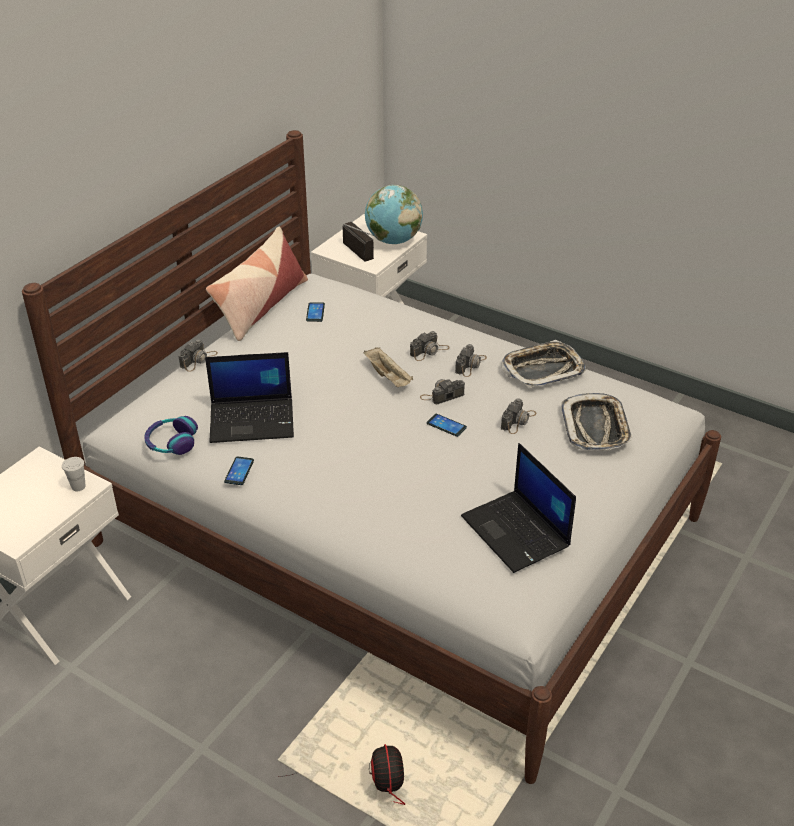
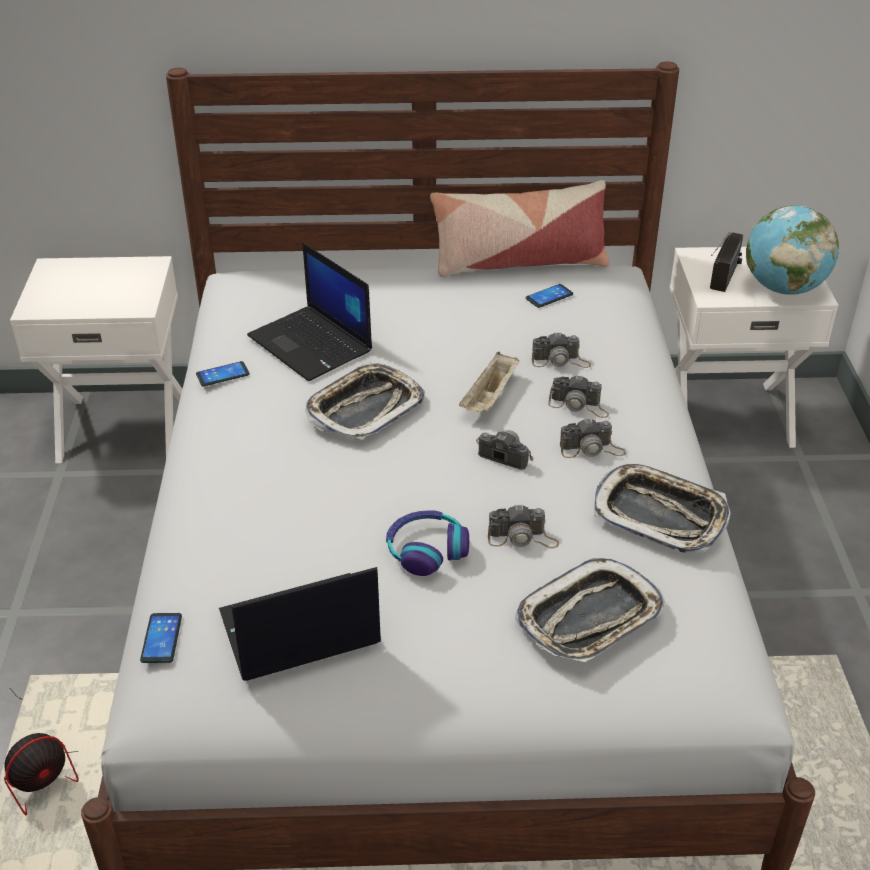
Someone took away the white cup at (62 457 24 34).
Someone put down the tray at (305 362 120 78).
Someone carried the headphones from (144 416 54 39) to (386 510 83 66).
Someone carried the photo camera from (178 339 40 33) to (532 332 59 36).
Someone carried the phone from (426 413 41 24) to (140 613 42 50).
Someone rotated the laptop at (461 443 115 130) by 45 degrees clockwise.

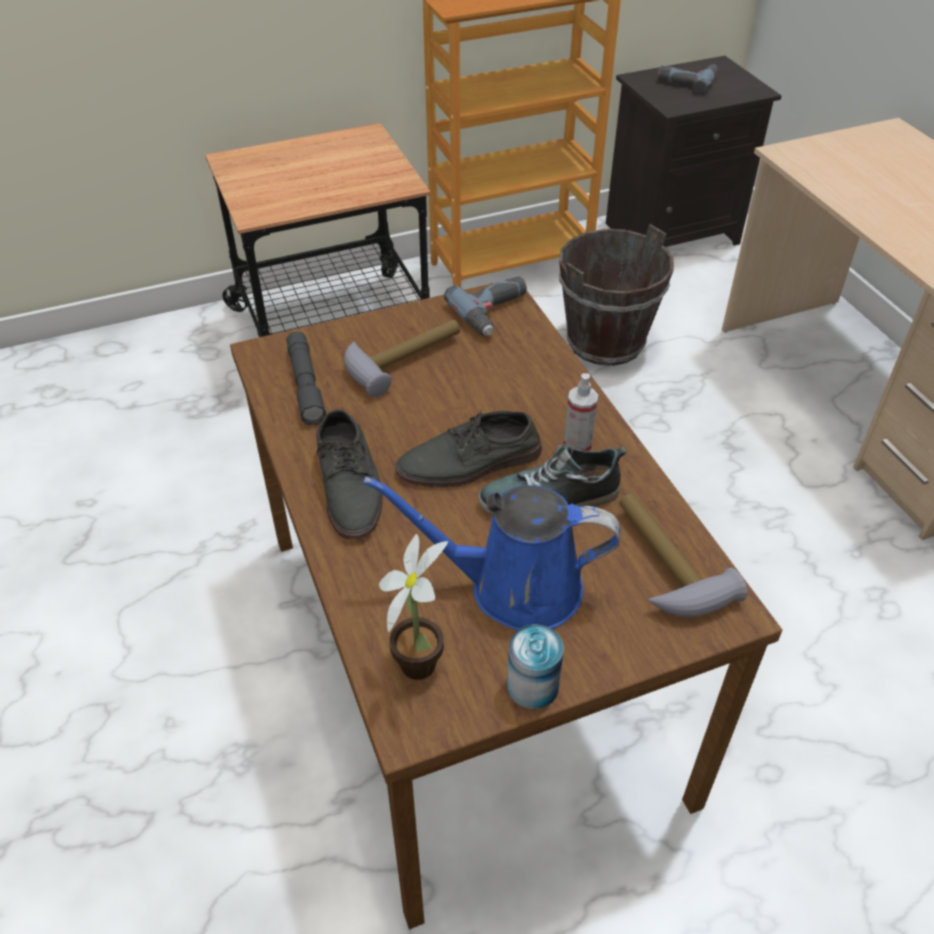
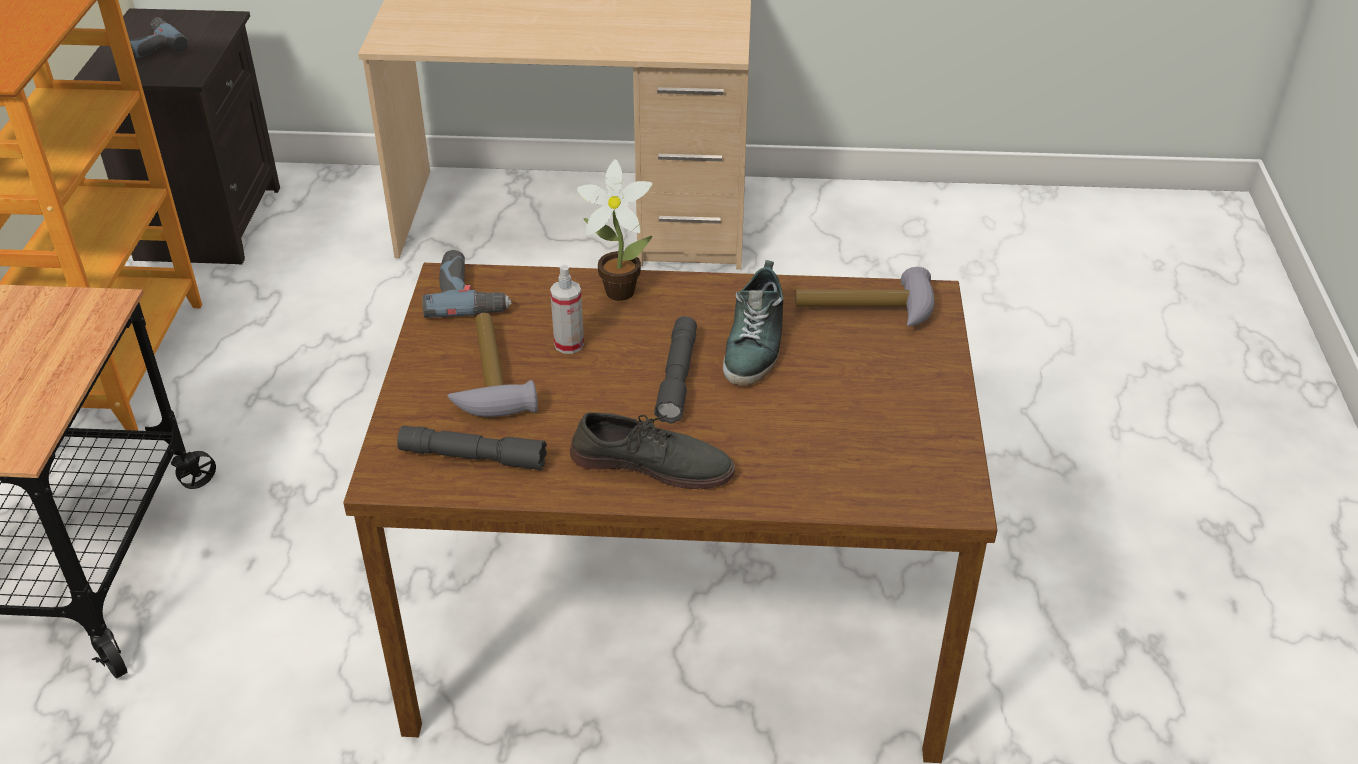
Someone took away the blue watering can at (363 476 257 154).
Someone took away the can at (507 624 57 85).
Someone took away the brown bucket at (559 224 115 142).
Someone carried the potted plant from (379 534 69 146) to (577 159 76 142).
Someone carried the spray bottle from (564 373 34 78) to (550 265 34 89).
Someone swapped the grey shoe at (395 409 147 78) for the grey flashlight at (654 316 43 108).

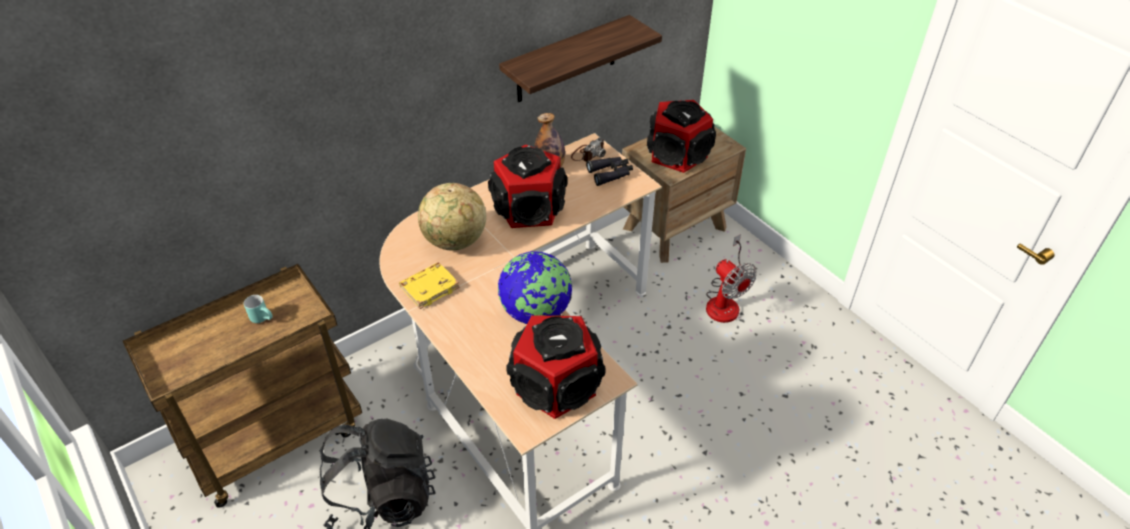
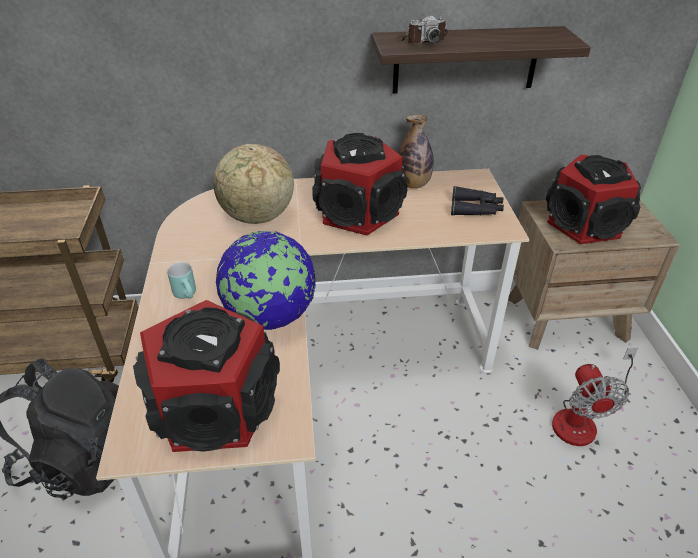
Someone took away the yellow book at (399 262 61 47).
Someone carried the turquoise mug from (244 295 29 28) to (167 262 29 37).
Someone carried the photo camera from (571 137 35 25) to (395 16 53 28).

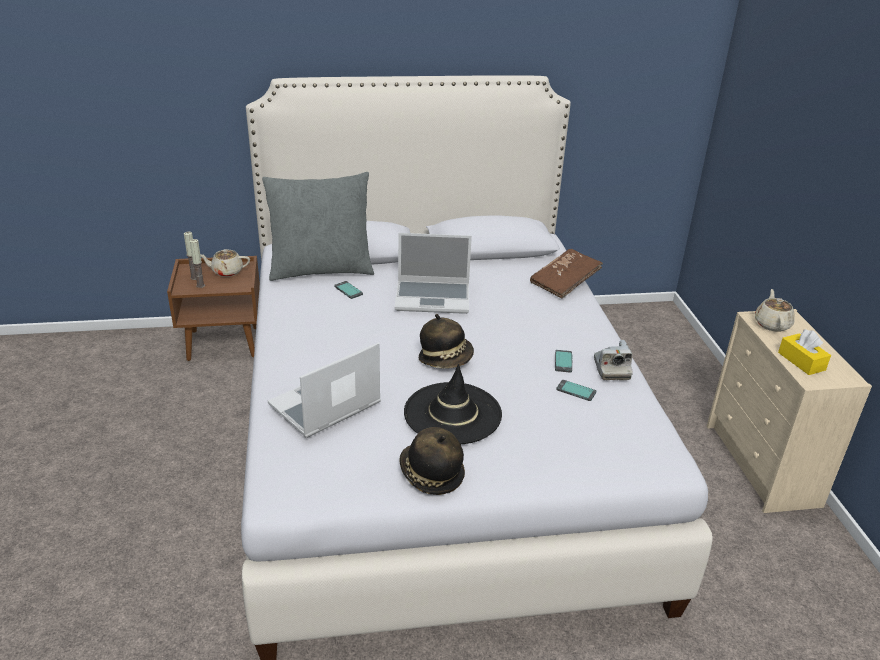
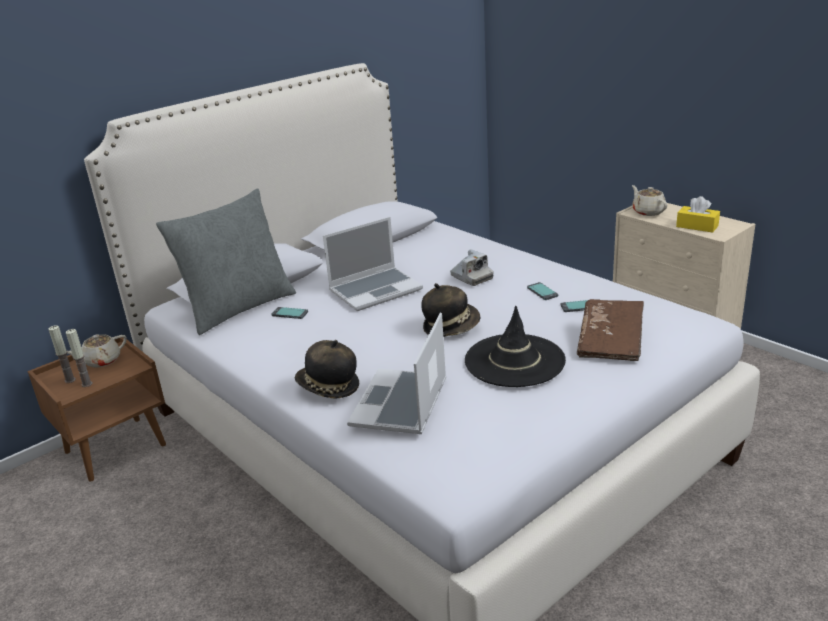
Someone carried the hat from (399 427 66 68) to (295 340 64 58).
Someone carried the brown book from (530 249 73 49) to (577 299 67 62).
Someone carried the photo camera from (594 340 39 40) to (450 249 44 37).

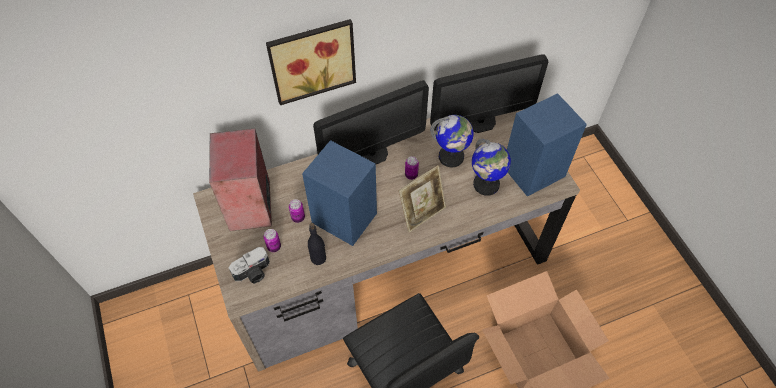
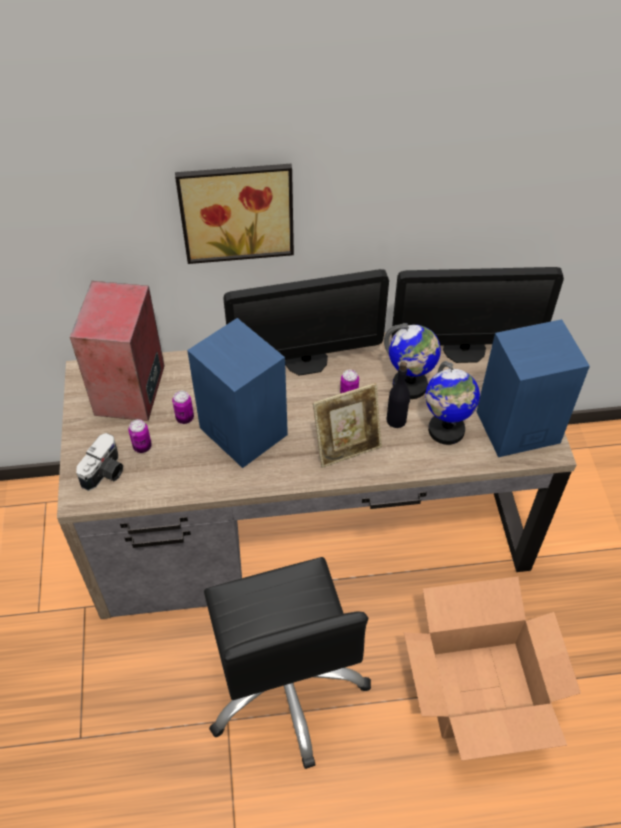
Someone carried the black bottle from (308 223 18 42) to (386 361 24 67).
Someone rotated the photo camera at (229 247 41 37) by 45 degrees counterclockwise.

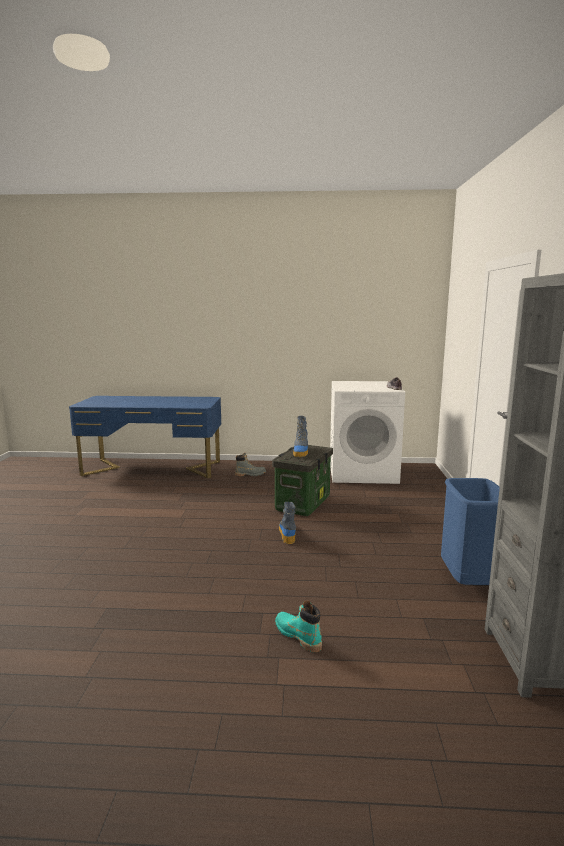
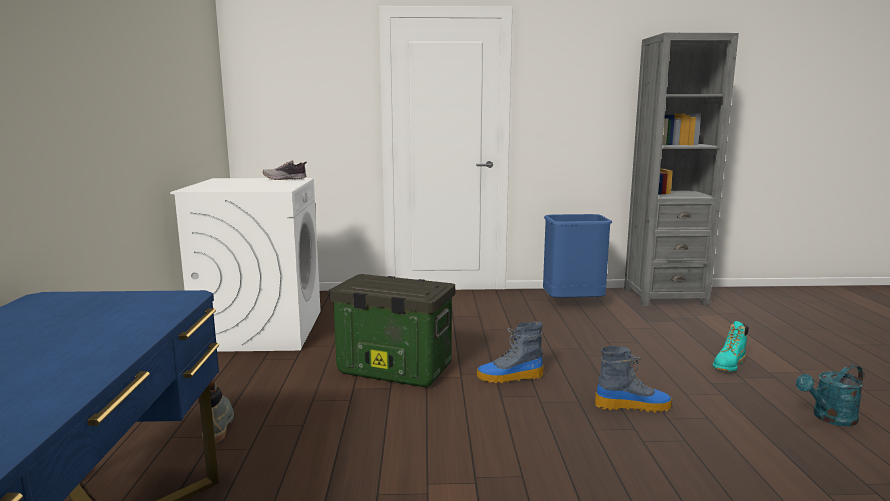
Someone put down the turquoise watering can at (796 364 67 62).
Someone carried the boot from (293 416 15 41) to (595 346 77 67).

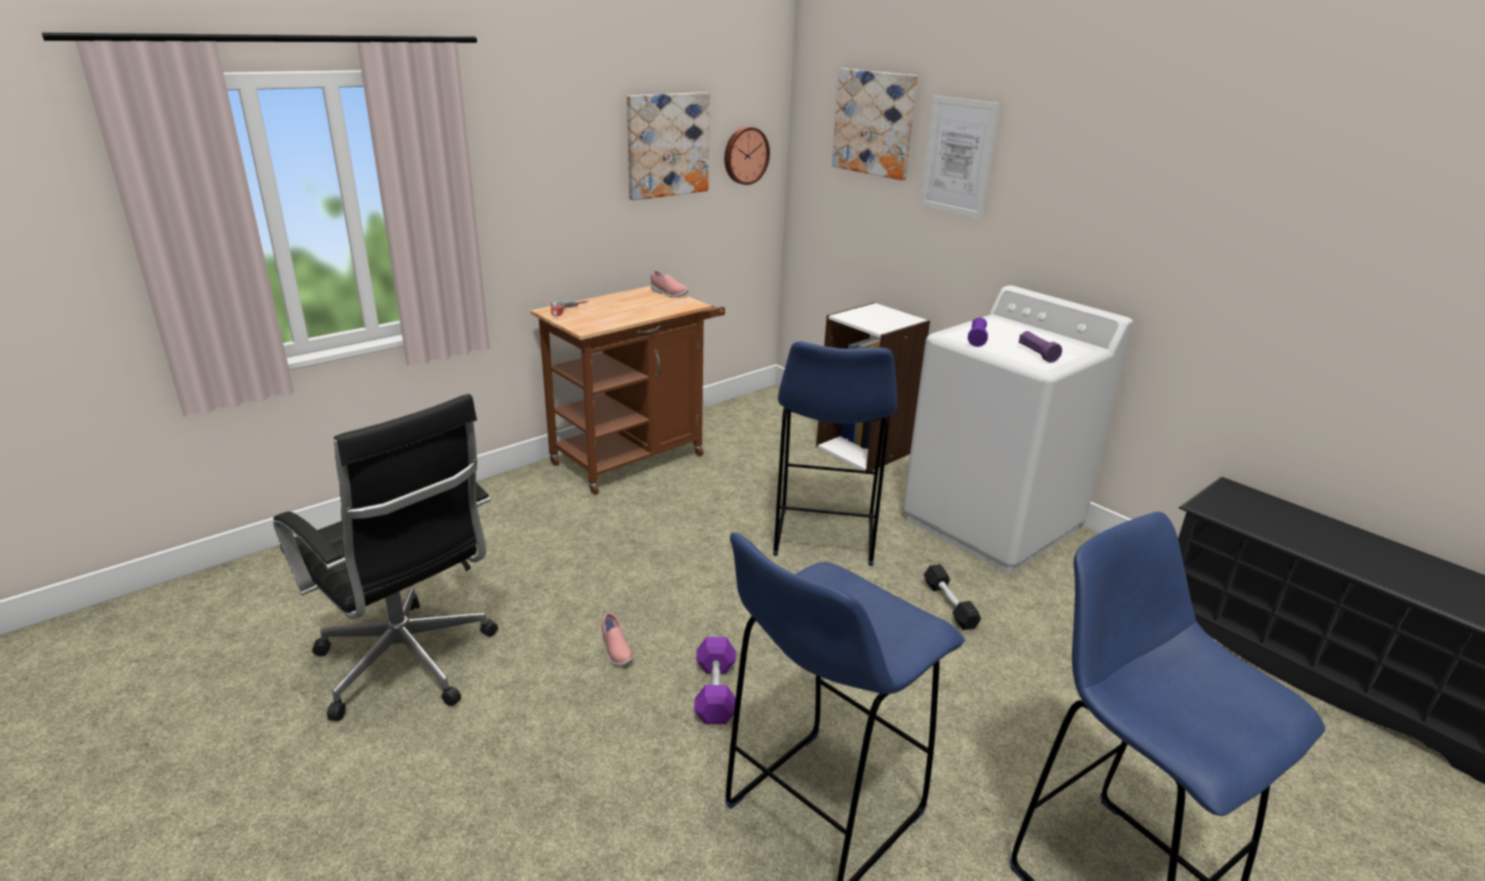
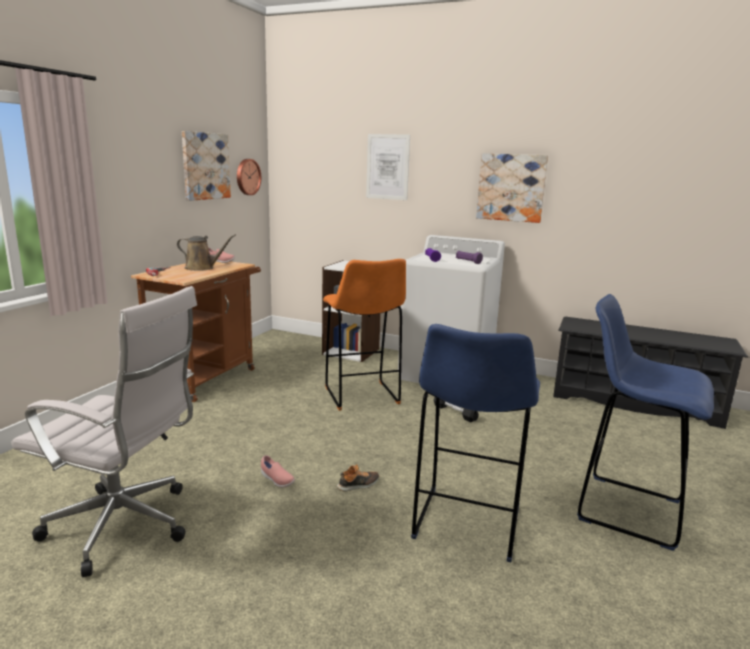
Someone put down the brown watering can at (177 234 59 37).
Someone carried the picture from (832 68 86 112) to (476 153 72 70).
Someone swapped the purple dumbbell at (694 637 42 87) for the shoe at (337 464 42 28).
Someone repainted the black office chair at (273 394 225 327), which became the white office chair at (11 286 186 291).
Someone repainted the blue stool at (773 341 124 225), which became the orange stool at (323 259 83 152).

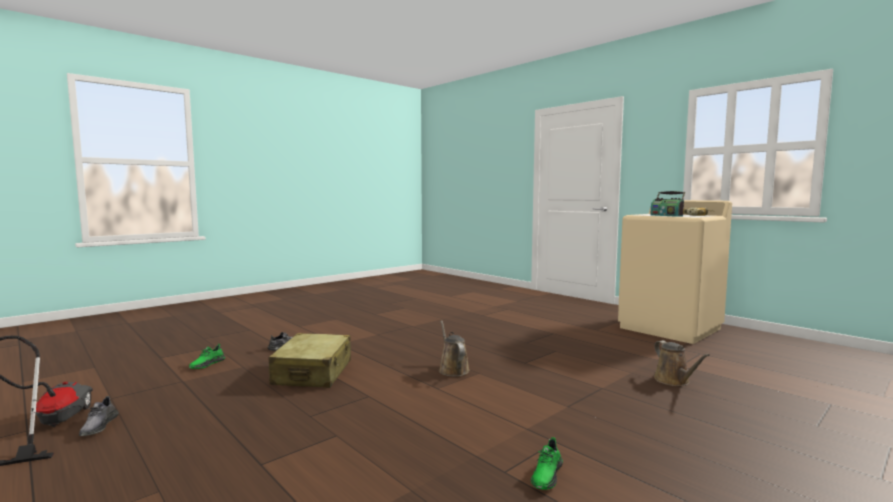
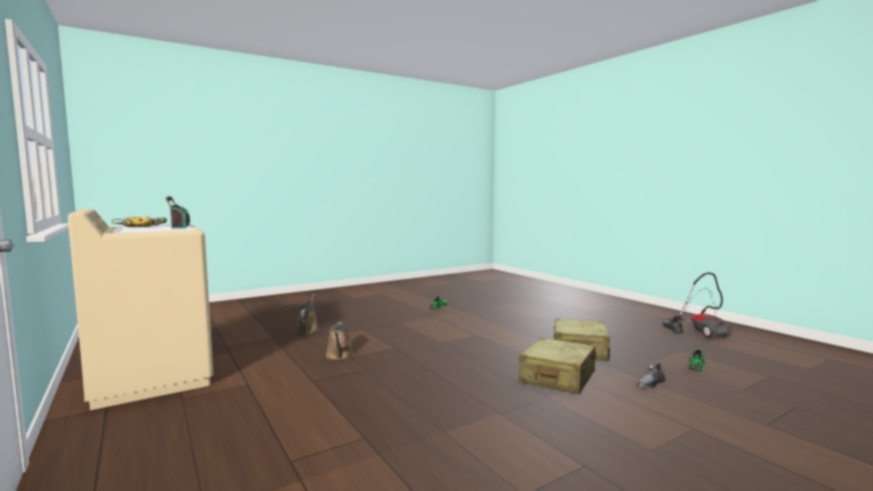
Someone put down the beige suitcase at (519 338 76 56).
Someone carried the brown watering can from (439 320 31 57) to (326 322 28 38).

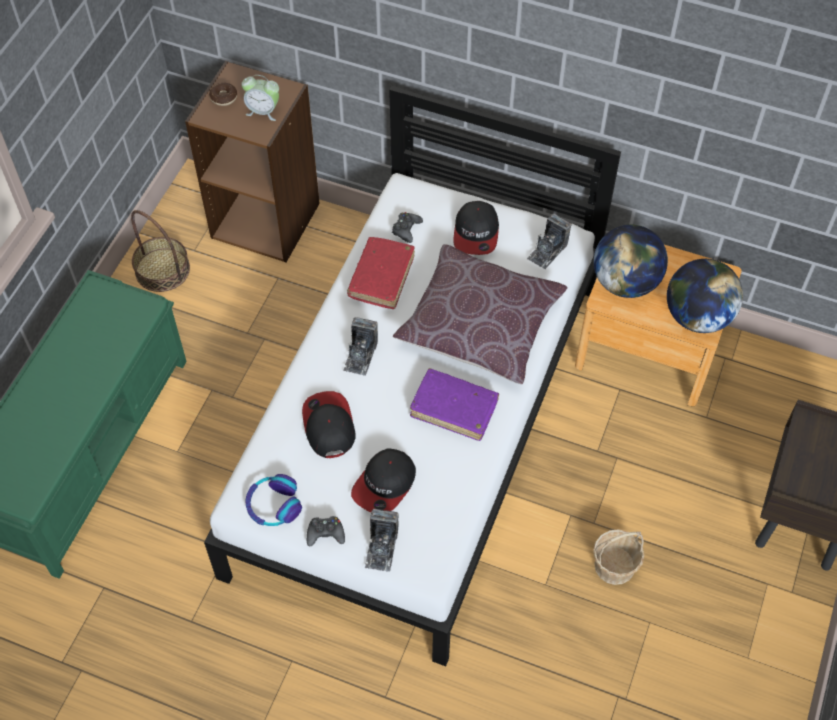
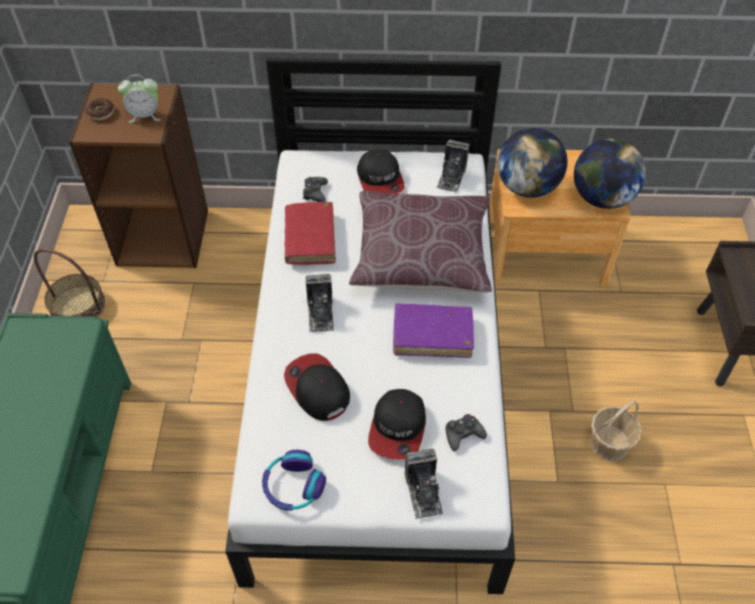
Someone carried the black game controller from (307 516 38 30) to (445 414 42 37).

